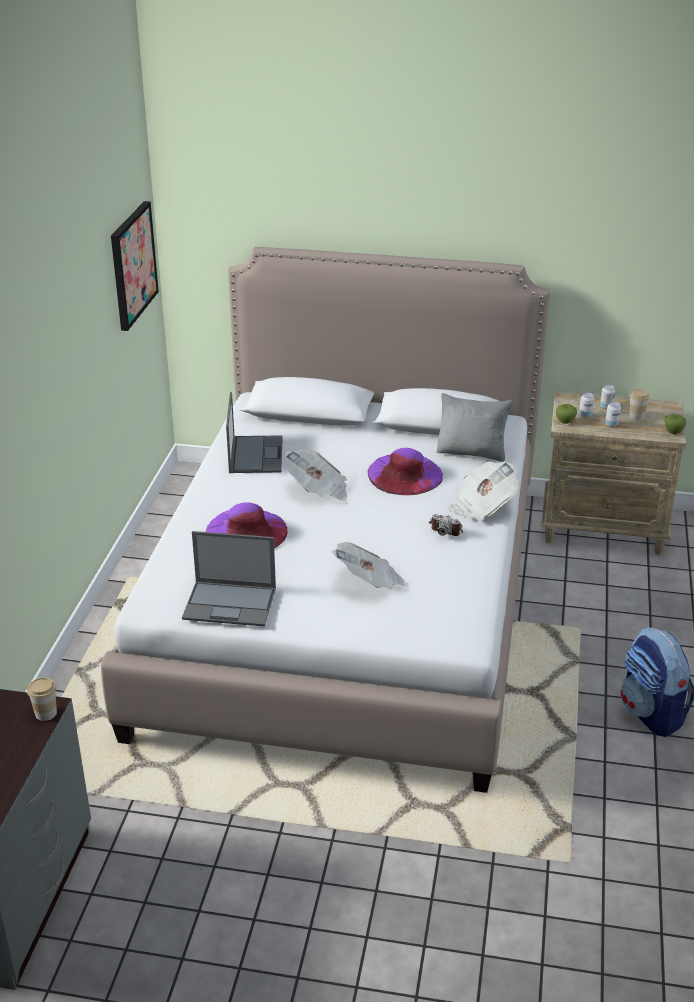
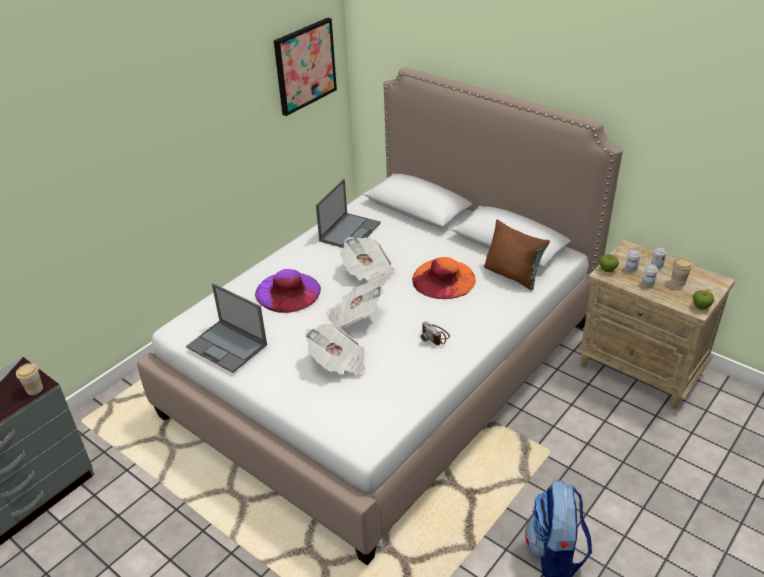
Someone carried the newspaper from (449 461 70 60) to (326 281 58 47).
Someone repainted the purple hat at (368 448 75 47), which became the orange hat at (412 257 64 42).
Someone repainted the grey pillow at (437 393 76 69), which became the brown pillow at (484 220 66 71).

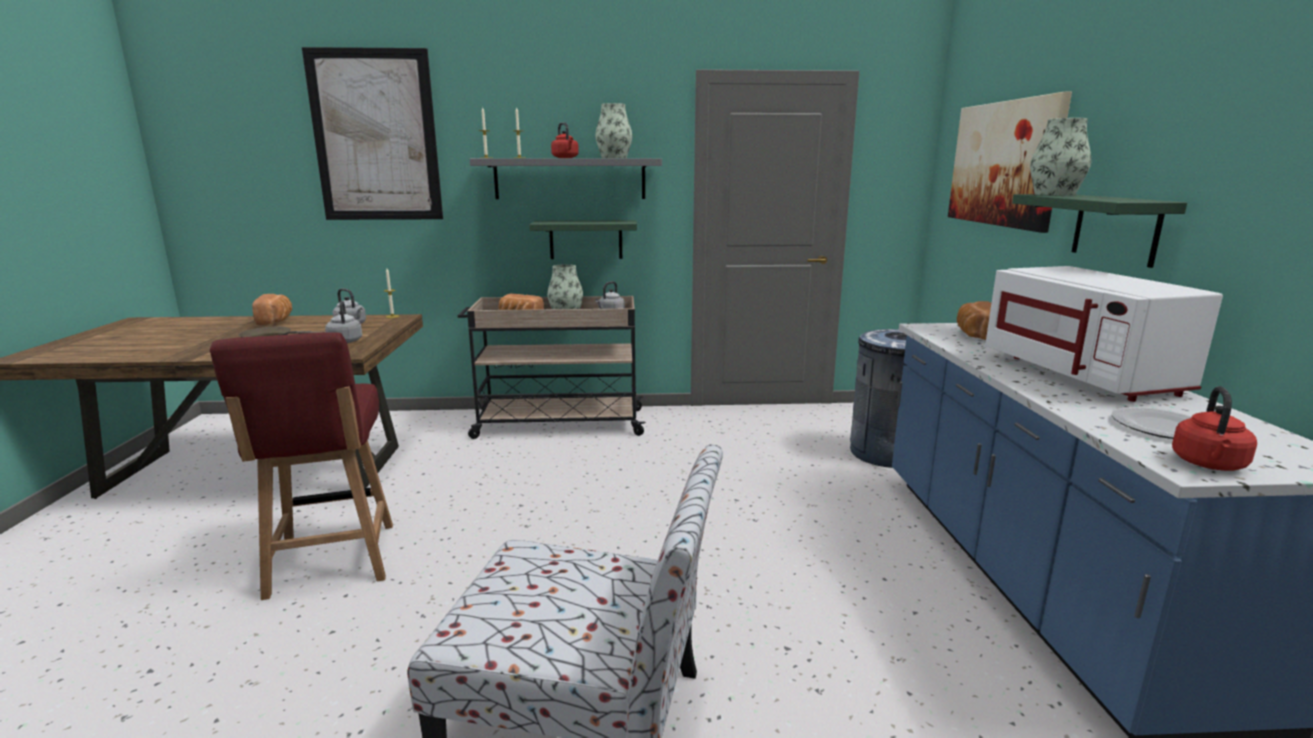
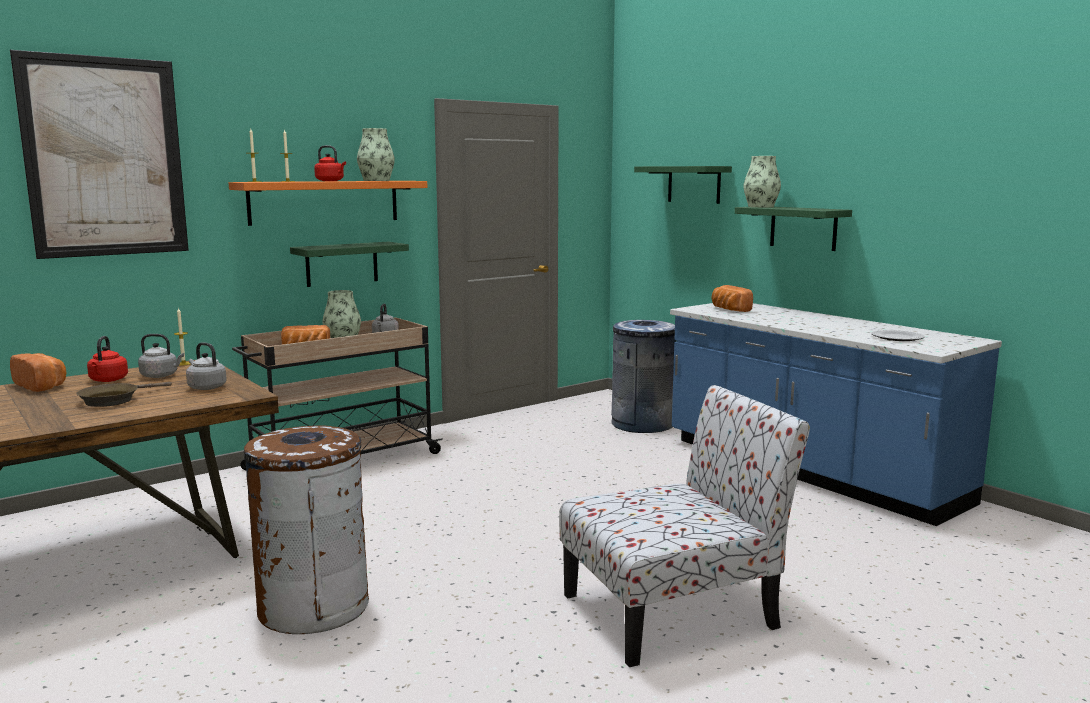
Someone took away the white microwave at (985 266 238 136).
Someone carried the red kettle from (1172 386 85 85) to (87 336 41 46).
Someone swapped the red chair at (210 332 183 268) for the brown trash can at (244 426 125 208).
Someone swapped the picture at (948 92 124 141) for the green shelf at (634 166 98 38).
Someone repainted the grey shelf at (470 158 192 41), which became the orange shelf at (229 181 198 45).

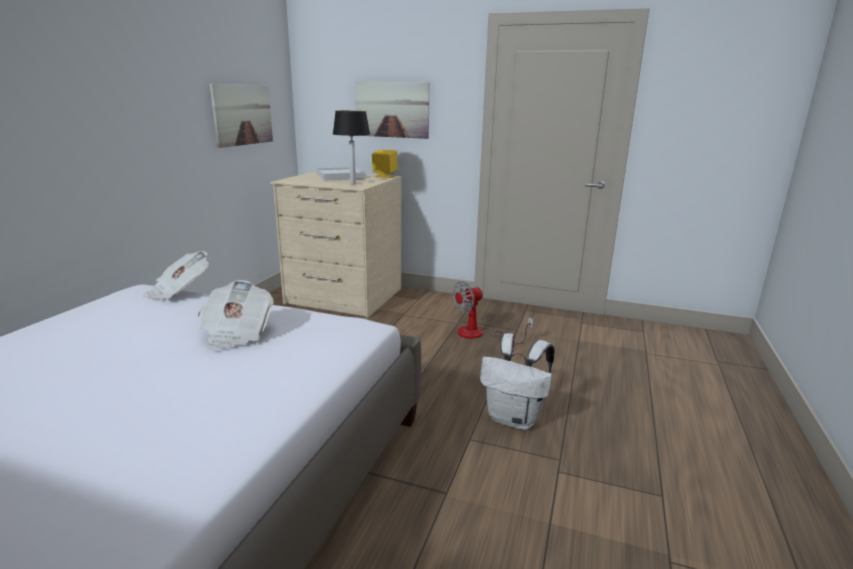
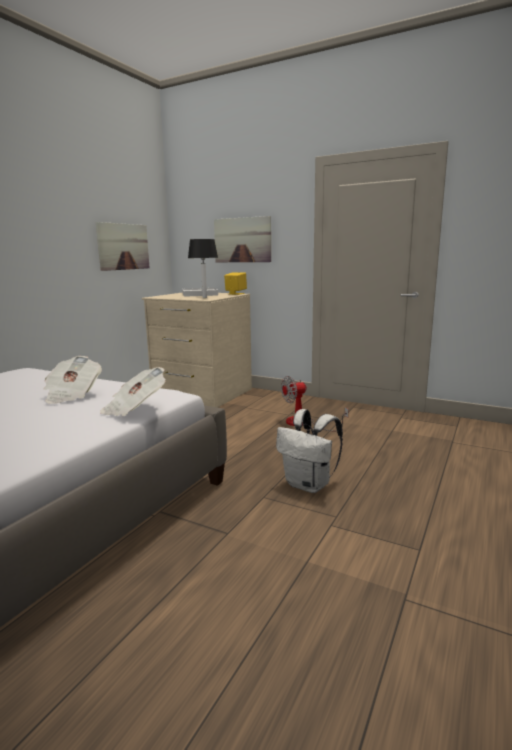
Someone carried the newspaper from (143 251 66 49) to (100 367 66 49).

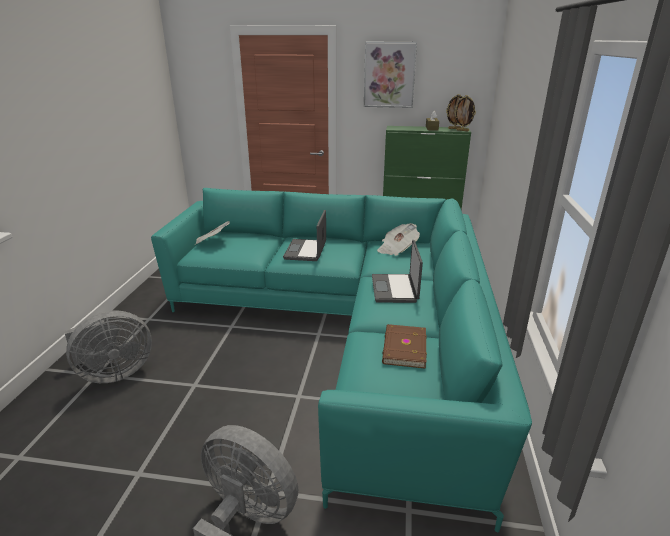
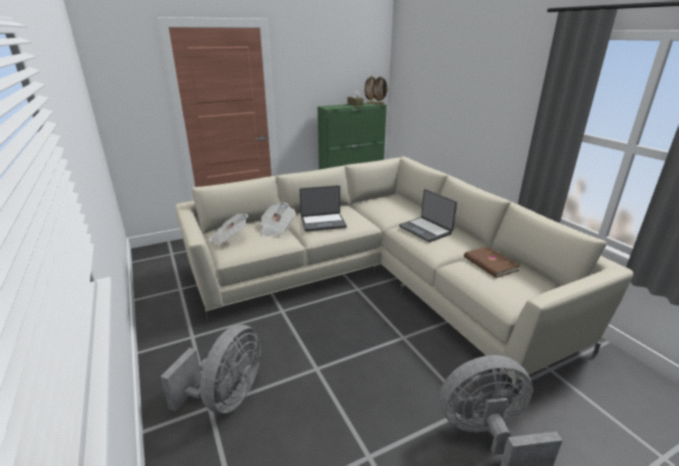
Someone took away the picture at (364 42 53 66).
Someone carried the newspaper from (377 223 43 33) to (260 202 36 35).
Someone repainted the turquoise sofa at (151 188 381 344), which became the beige sofa at (175 156 458 239).
Someone rotated the laptop at (283 210 43 51) by 75 degrees counterclockwise.

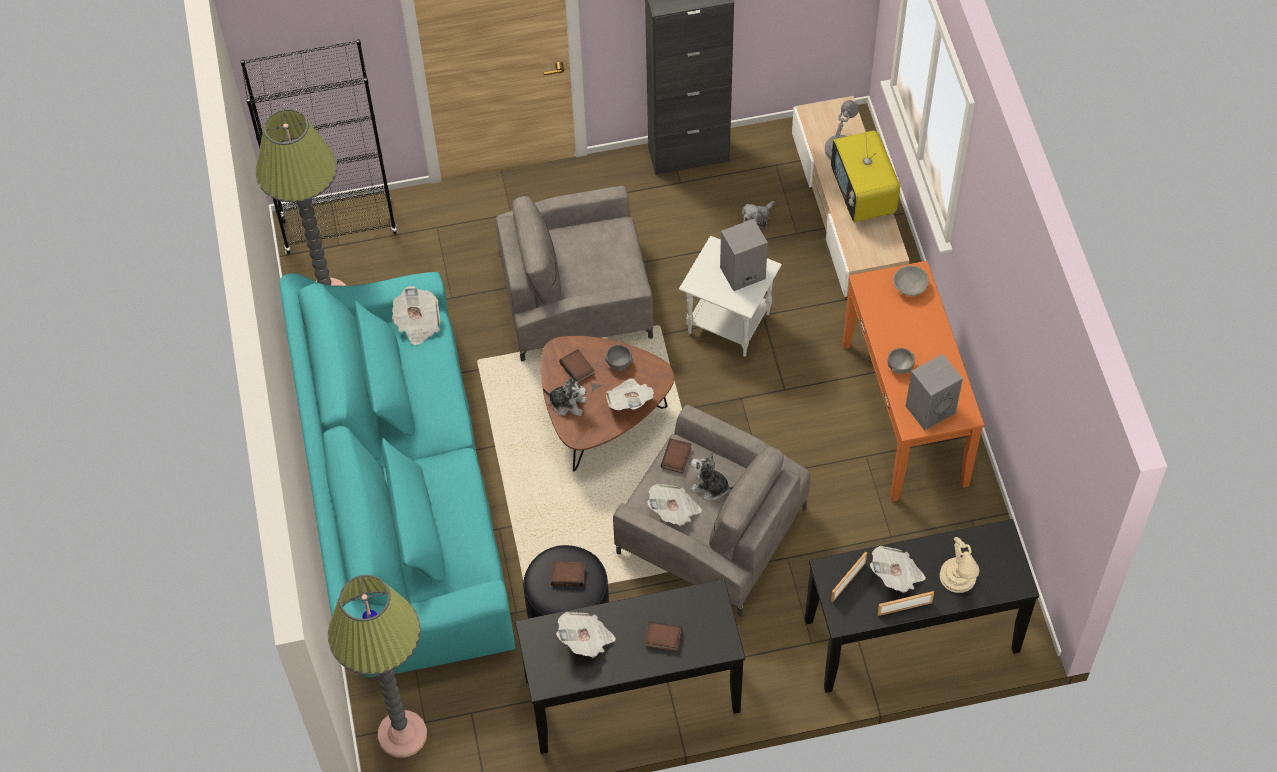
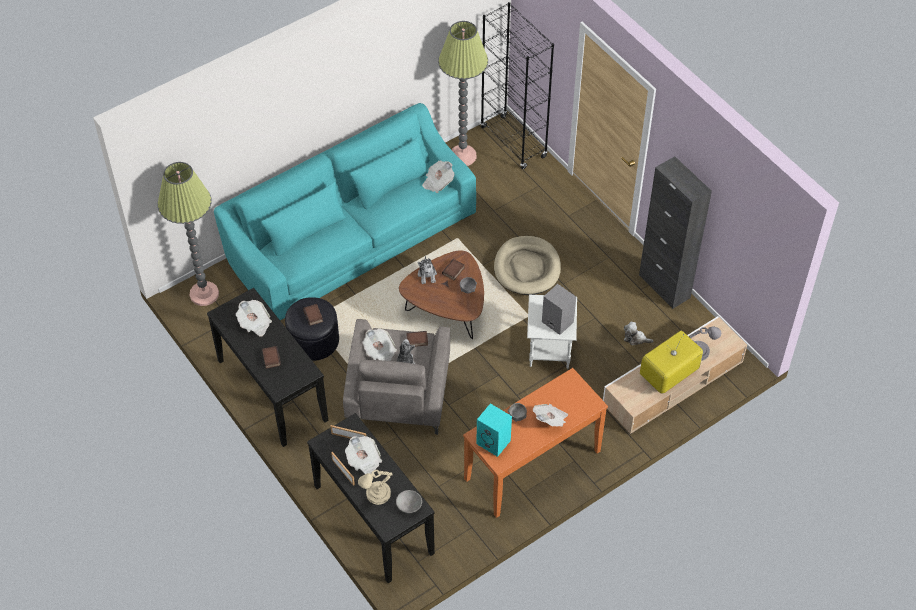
Someone carried the newspaper from (606 379 48 31) to (533 404 35 23).
Someone carried the grey bowl from (893 265 36 31) to (396 490 26 23).
Someone swapped the grey armchair at (495 186 158 175) for the beige dog bed at (494 236 67 59).
Someone repainted the grey speaker at (906 354 57 76), which became the turquoise speaker at (476 403 36 54).

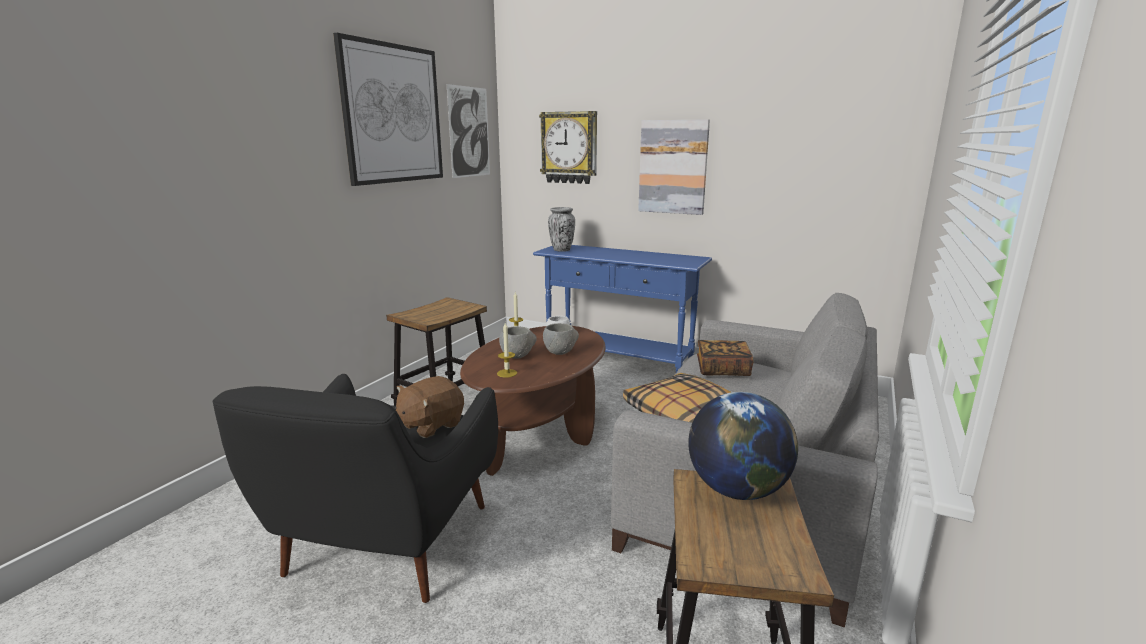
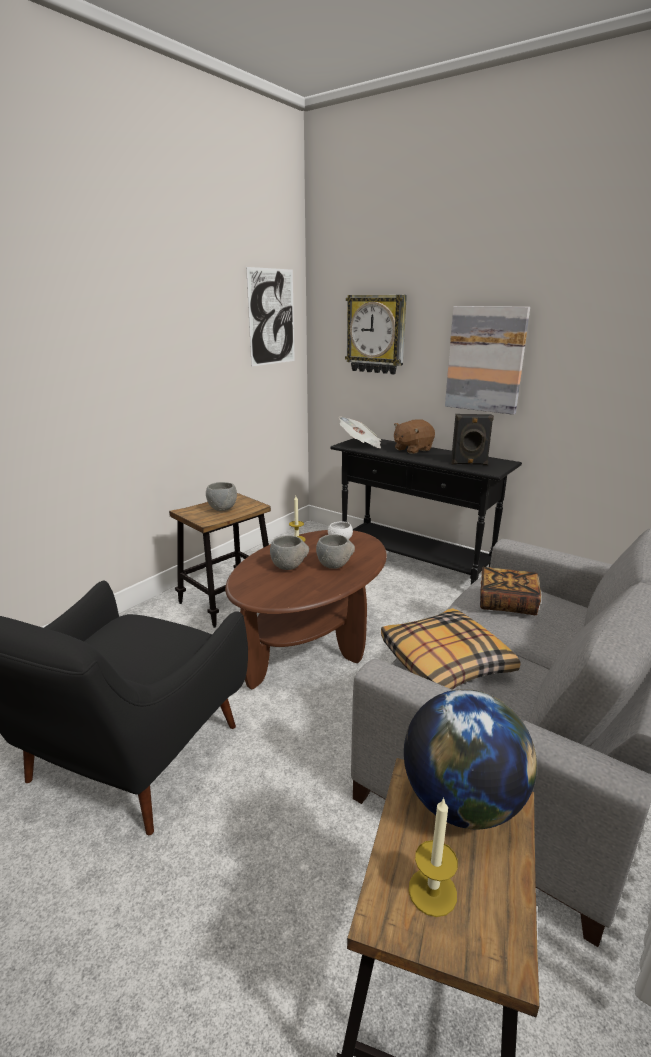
Someone took away the picture at (333 33 110 153).
Someone put down the grey bowl at (206 482 31 29).
Someone put down the black speaker at (451 414 43 51).
Someone carried the brown plush toy from (395 376 69 62) to (394 419 41 35).
Someone carried the candle from (497 323 20 55) to (409 797 49 120).
Someone swapped the vase at (548 207 27 45) for the newspaper at (339 417 42 31).
Someone repainted the blue console table at (533 245 179 127), which became the black console table at (330 438 192 146).

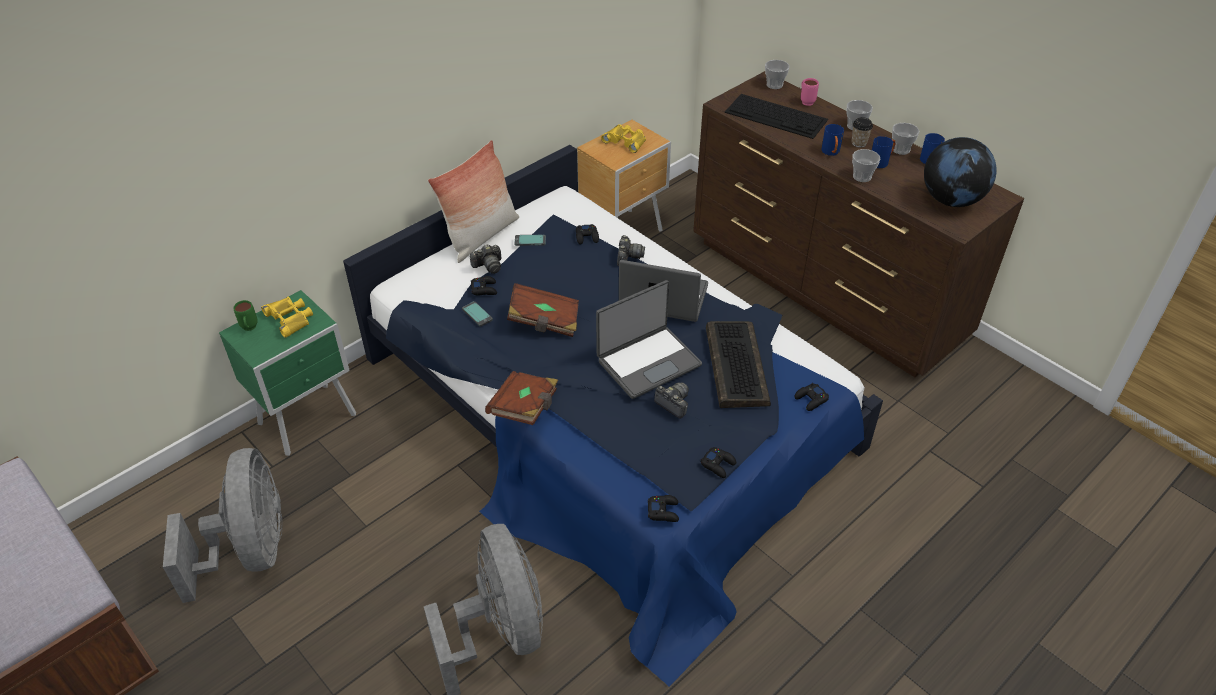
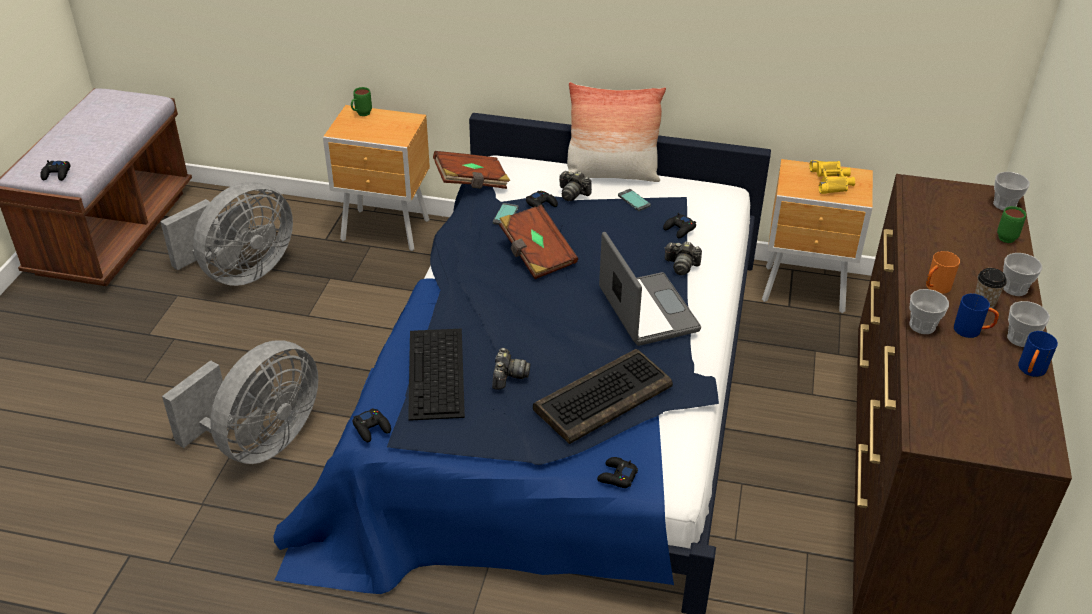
Someone took away the yellow binoculars at (261 297 52 41).
Someone took away the laptop at (596 280 106 119).
Someone took away the globe at (924 137 73 70).
Someone carried the brown book from (485 371 73 54) to (433 151 77 38).
Someone carried the black game controller from (700 447 36 31) to (40 160 30 21).
Someone carried the keyboard from (725 94 103 45) to (408 328 57 93).
Someone repainted the green nightstand at (219 290 137 166), which became the brown nightstand at (323 105 107 146).
Someone repainted the pink mug at (801 78 18 28), which became the green mug at (997 206 29 37).
Someone repainted the blue mug at (822 124 22 32), which became the orange mug at (926 251 34 43).
Someone rotated the photo camera at (617 235 28 31) by 45 degrees clockwise.

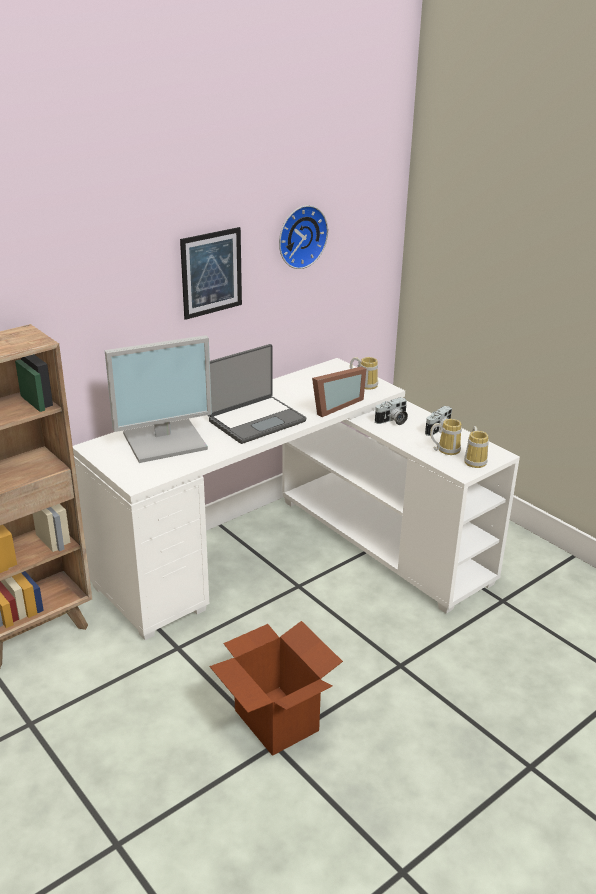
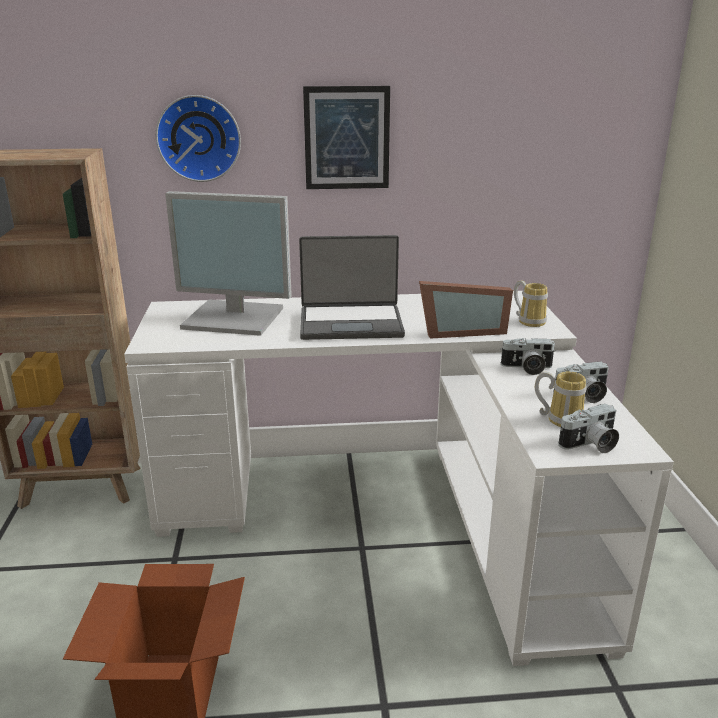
Someone carried the wall clock from (279 205 49 64) to (156 95 85 87).
Someone swapped the mug at (464 426 25 42) for the photo camera at (558 404 61 49).

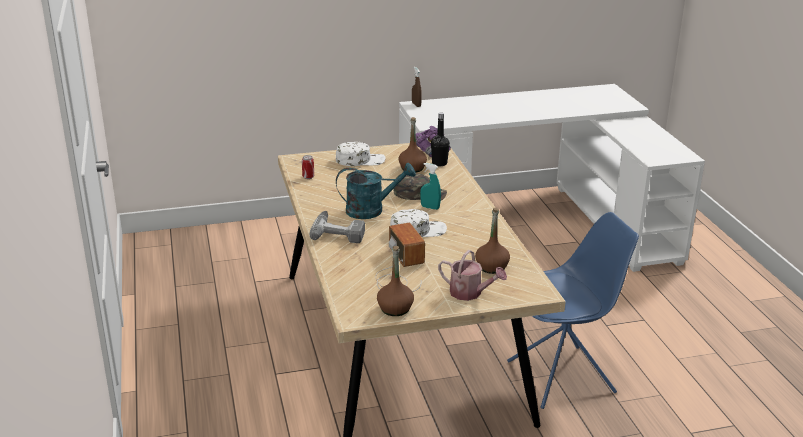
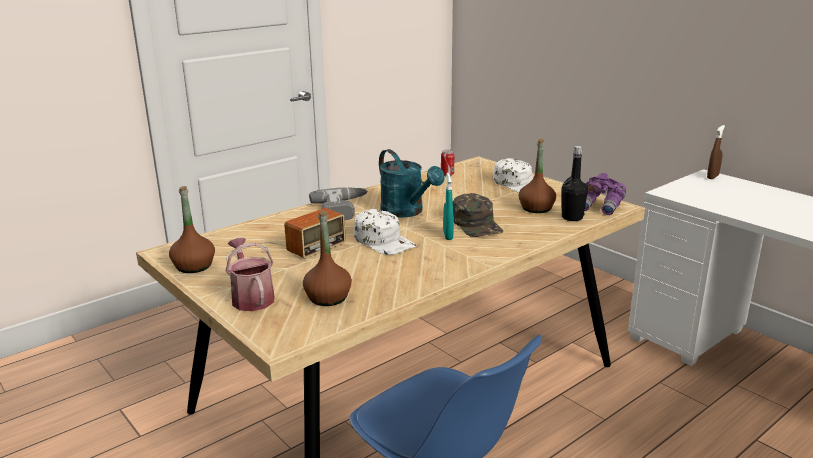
Someone rotated the watering can at (438 250 69 51) by 150 degrees clockwise.

